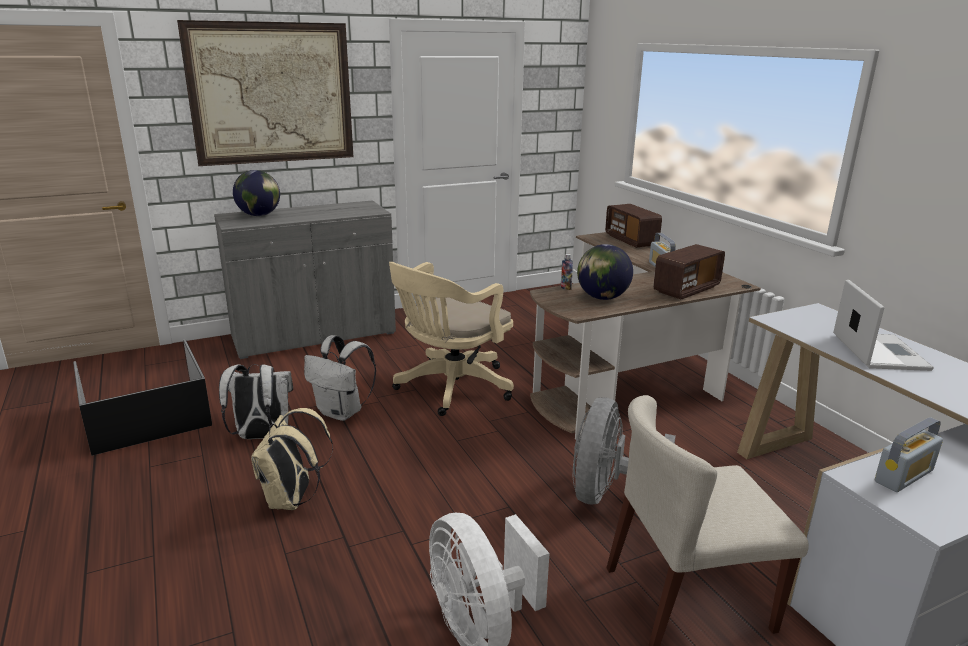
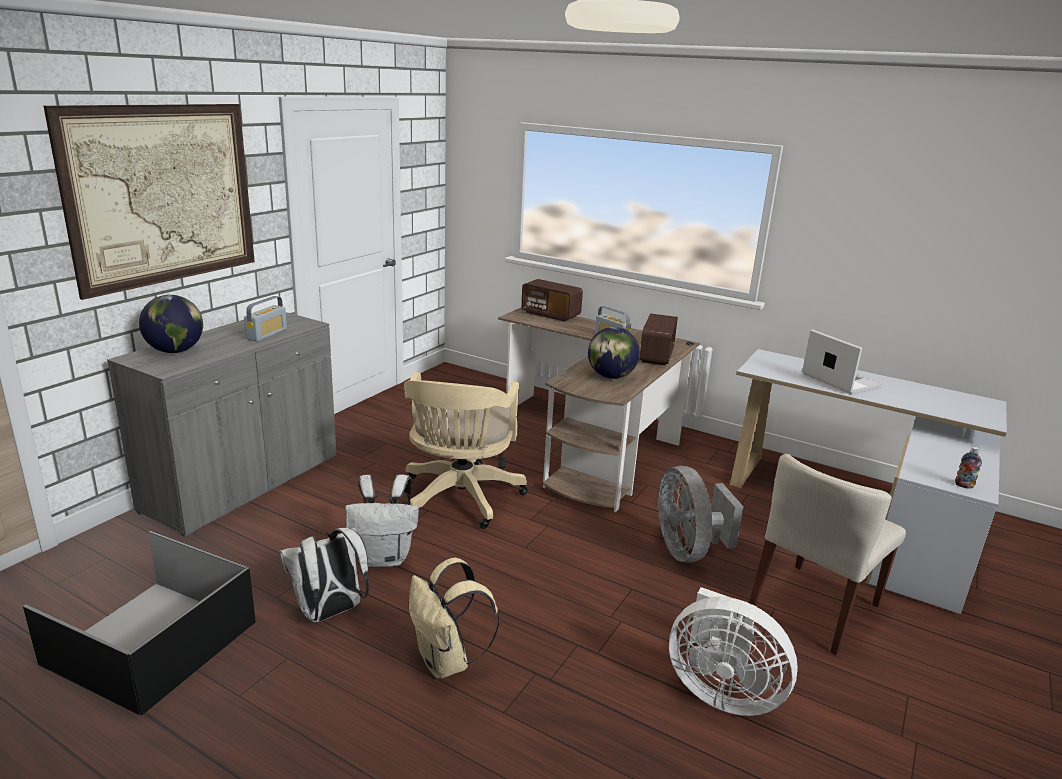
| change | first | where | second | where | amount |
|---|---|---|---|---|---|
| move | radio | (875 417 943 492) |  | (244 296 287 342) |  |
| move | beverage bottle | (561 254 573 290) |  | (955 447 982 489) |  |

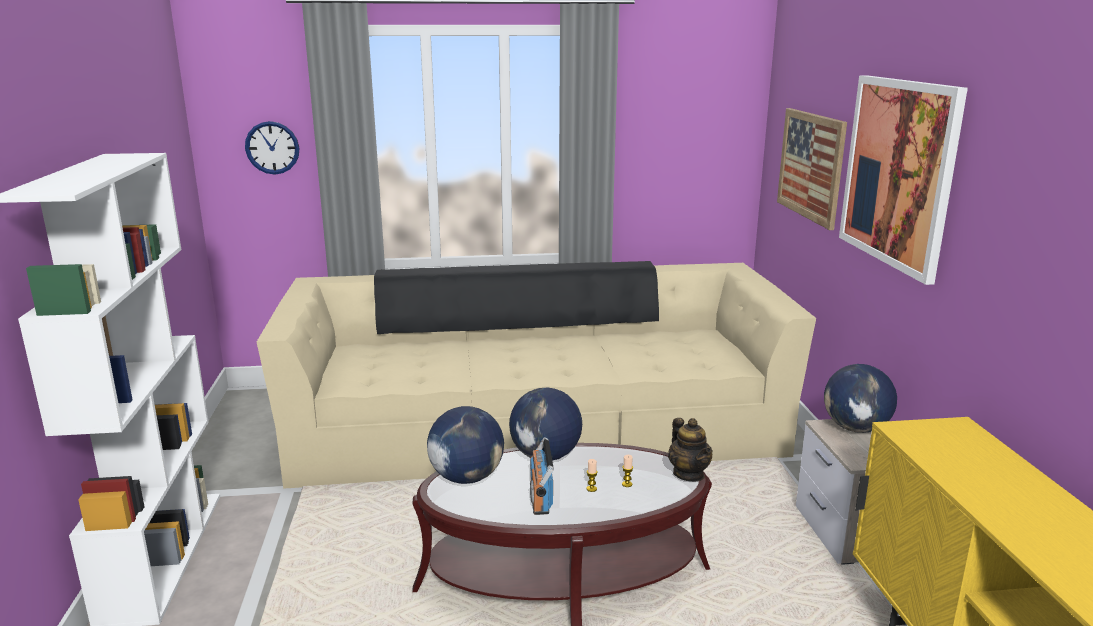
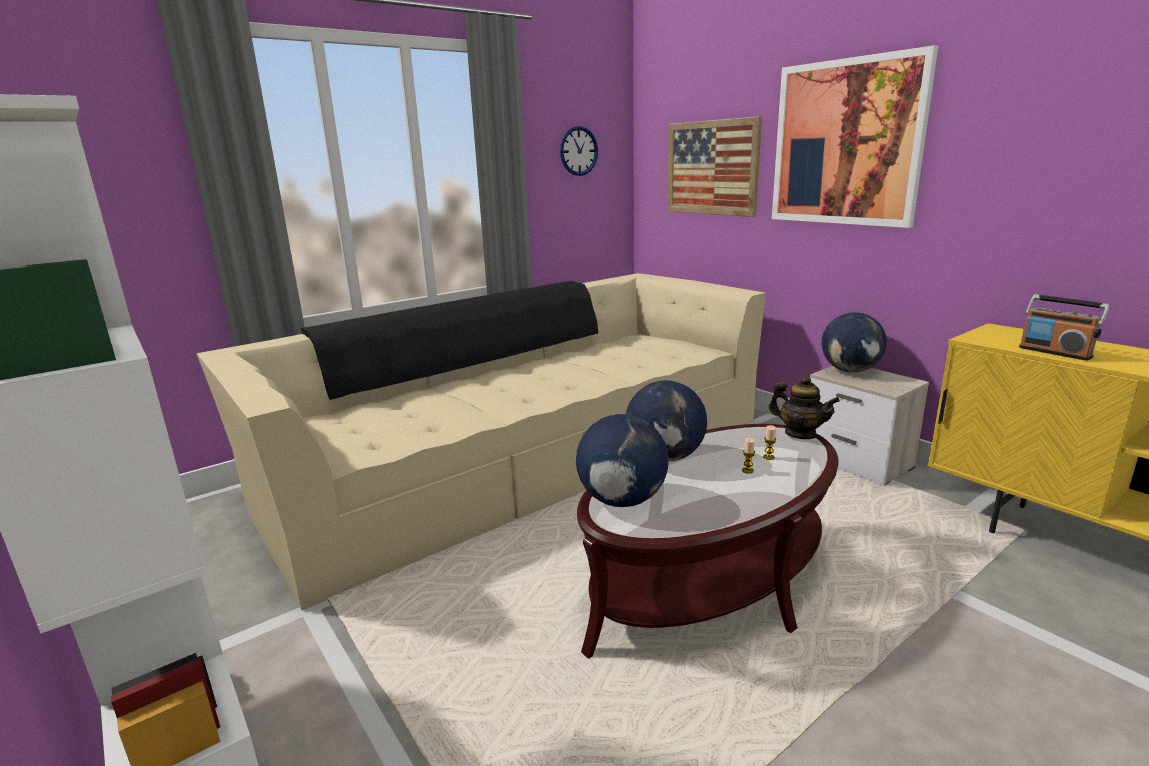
| change | first | where | second | where | amount |
|---|---|---|---|---|---|
| move | wall clock | (245 121 299 174) |  | (560 126 598 176) |  |
| move | radio | (530 437 554 515) |  | (1019 294 1110 361) |  |

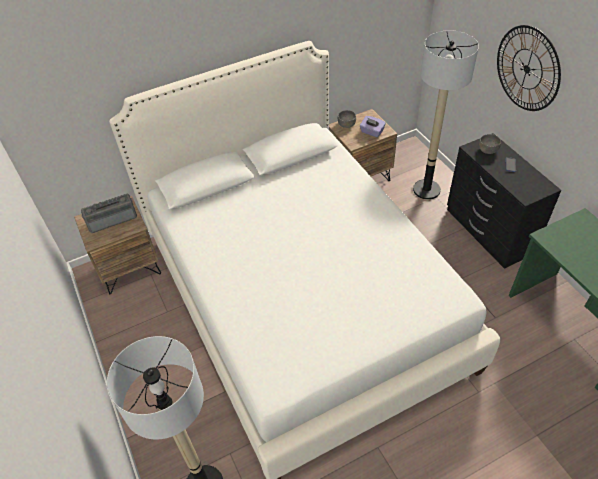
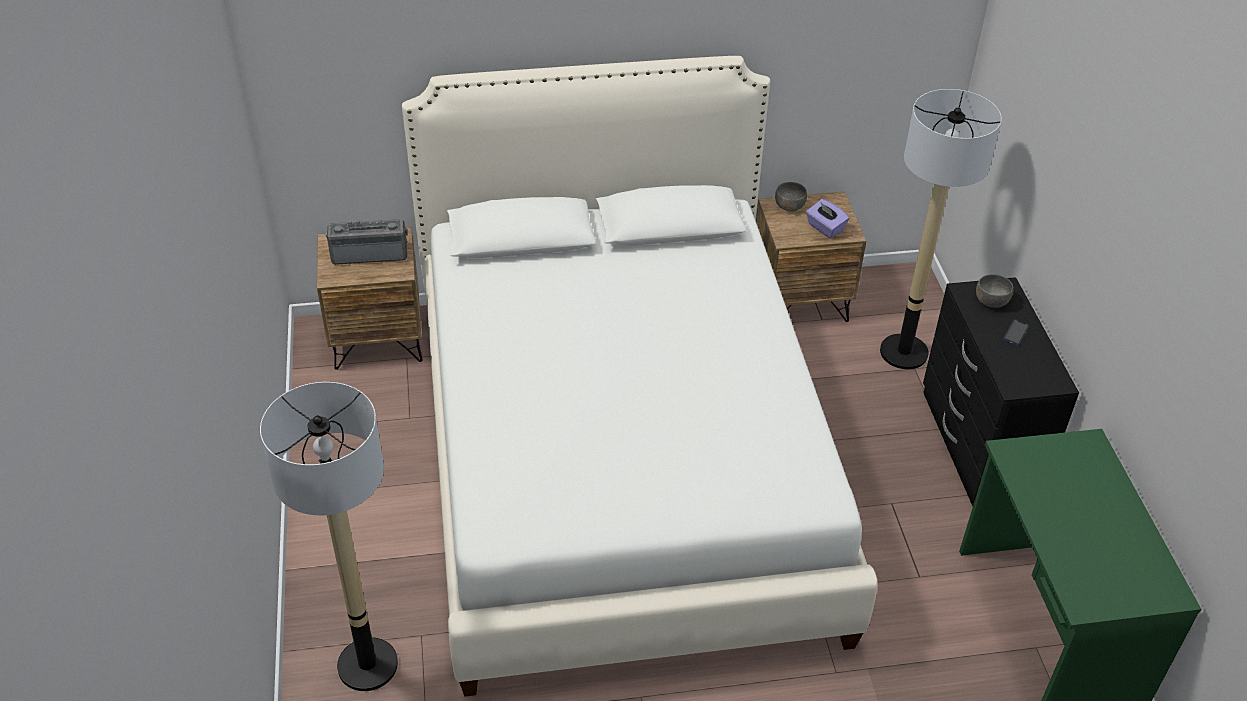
| change | first | where | second | where | amount |
|---|---|---|---|---|---|
| delete | wall clock | (497 25 561 111) |  |  |  |

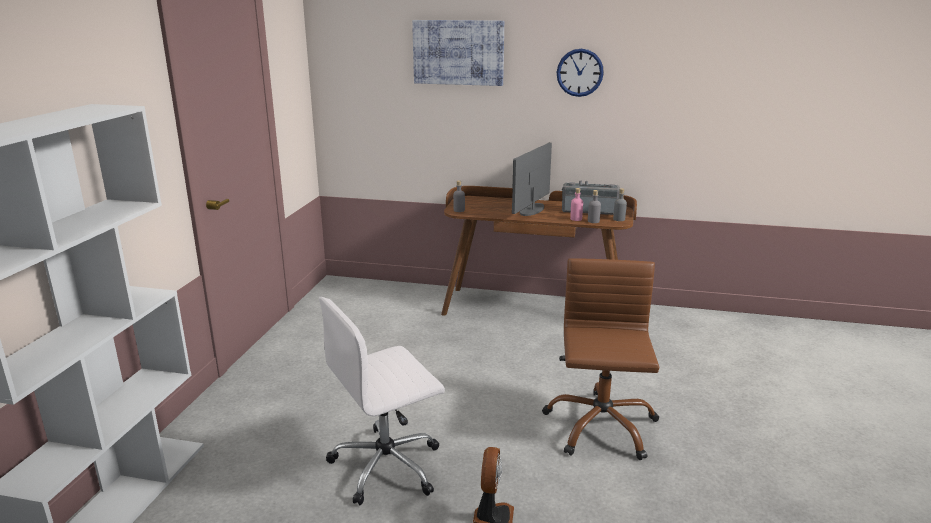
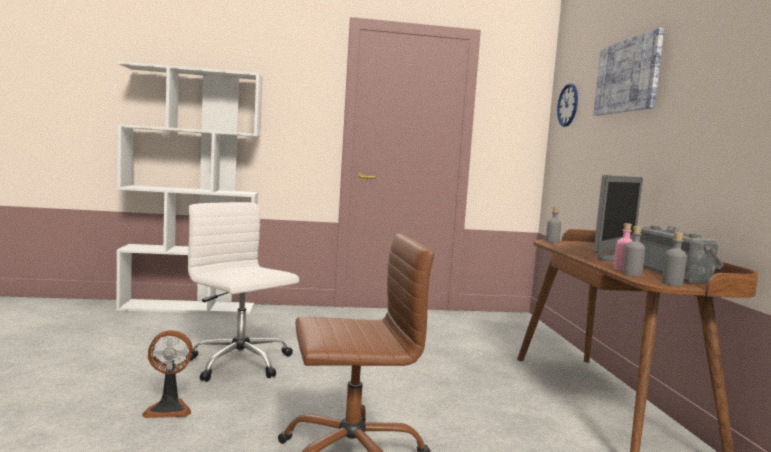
| change | first | where | second | where | amount |
|---|---|---|---|---|---|
| move | wall clock | (556 49 604 97) |  | (557 84 578 127) |  |
| rotate | monitor | (512 143 552 216) |  | (594 175 643 262) | 120 degrees clockwise |

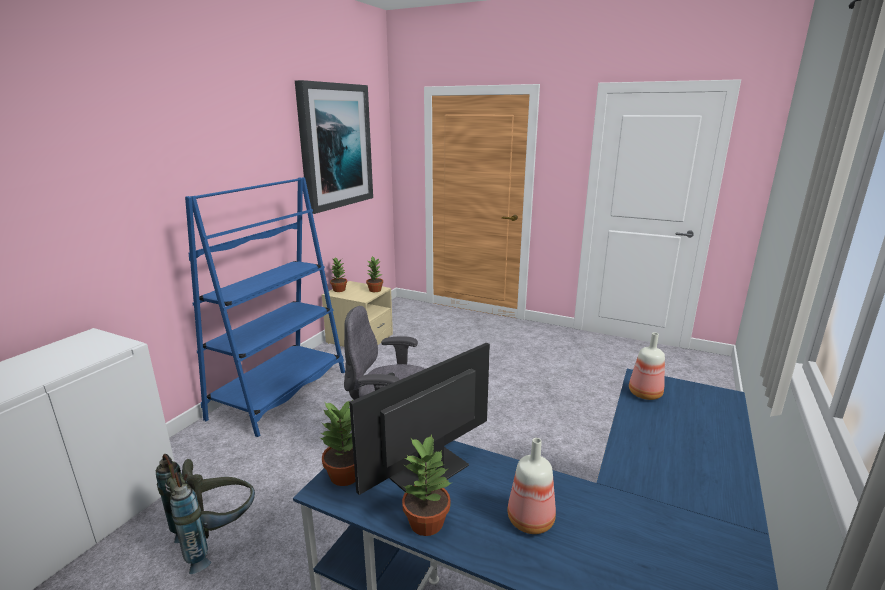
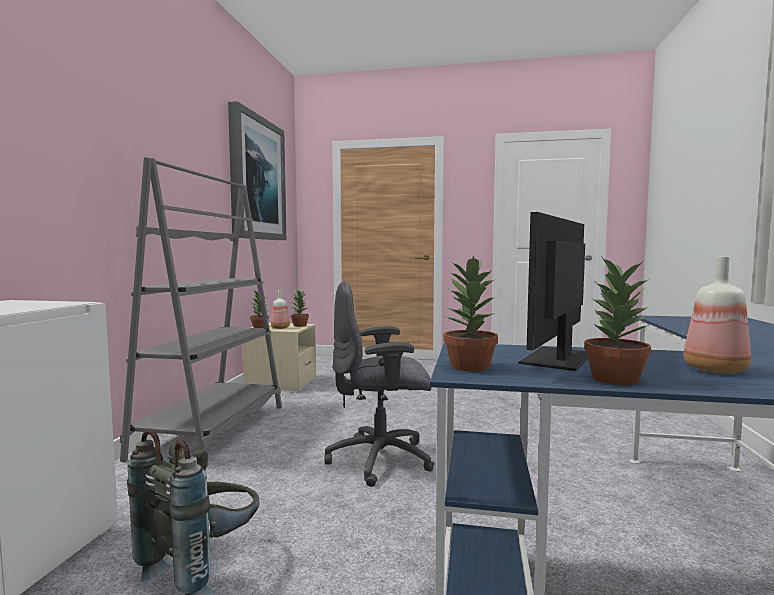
| change | first | where | second | where | amount |
|---|---|---|---|---|---|
| recolor | bookshelf (bluish) | (185 177 345 437) | bookshelf (gray) | (120 157 282 467) |  |
| move | beverage bottle | (629 332 665 400) |  | (271 290 290 329) |  |

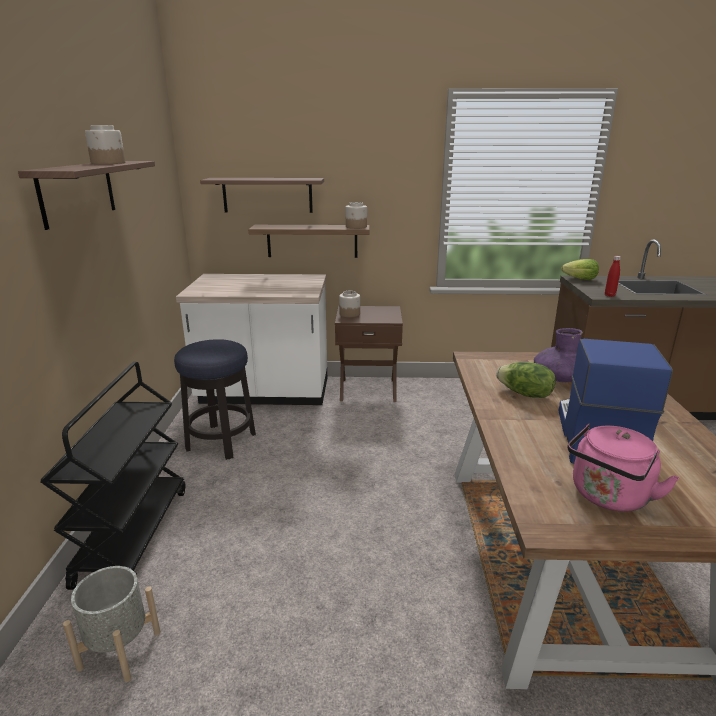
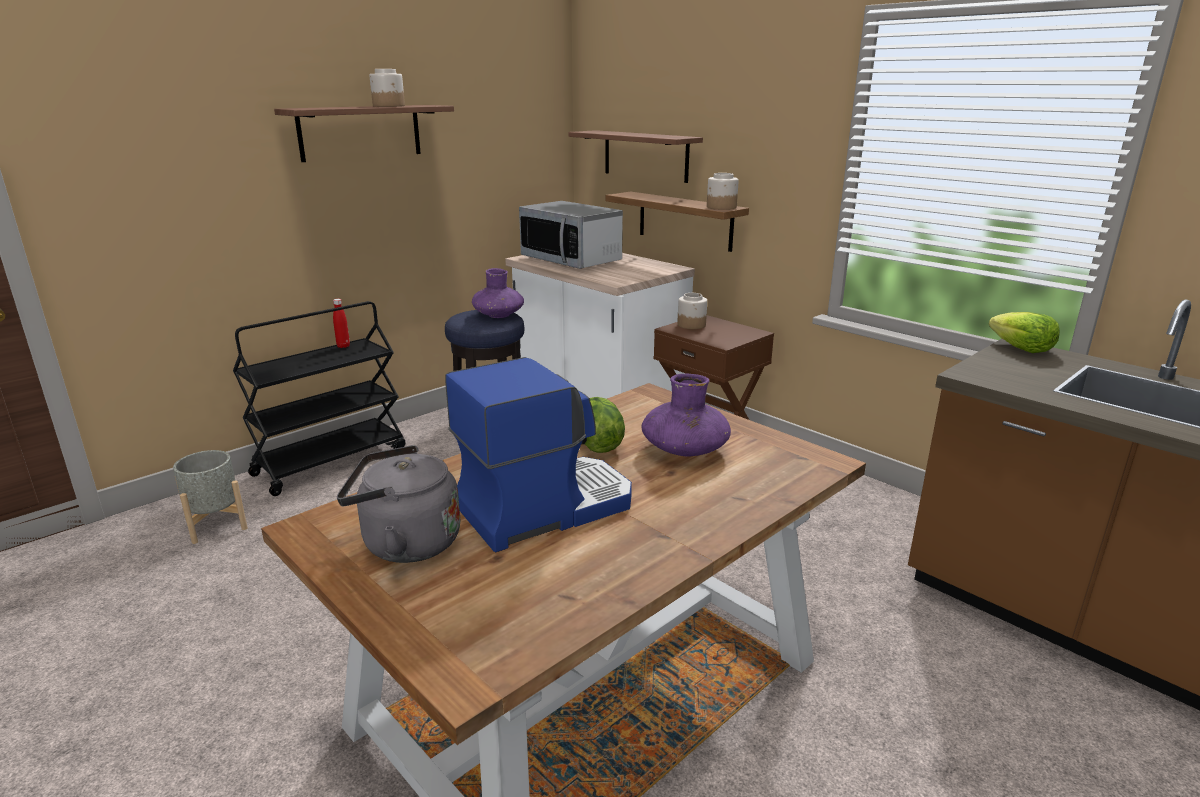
| change | first | where | second | where | amount |
|---|---|---|---|---|---|
| move | beverage bottle (red) | (605 256 621 297) |  | (333 299 350 348) |  |
| recolor | kettle (pinkish) | (568 424 679 512) | kettle (gray) | (337 445 460 563) |  |
| insert |  |  | vase (purple) | (472 268 524 318) |  |
| insert |  |  | microwave oven | (519 201 623 269) |  |

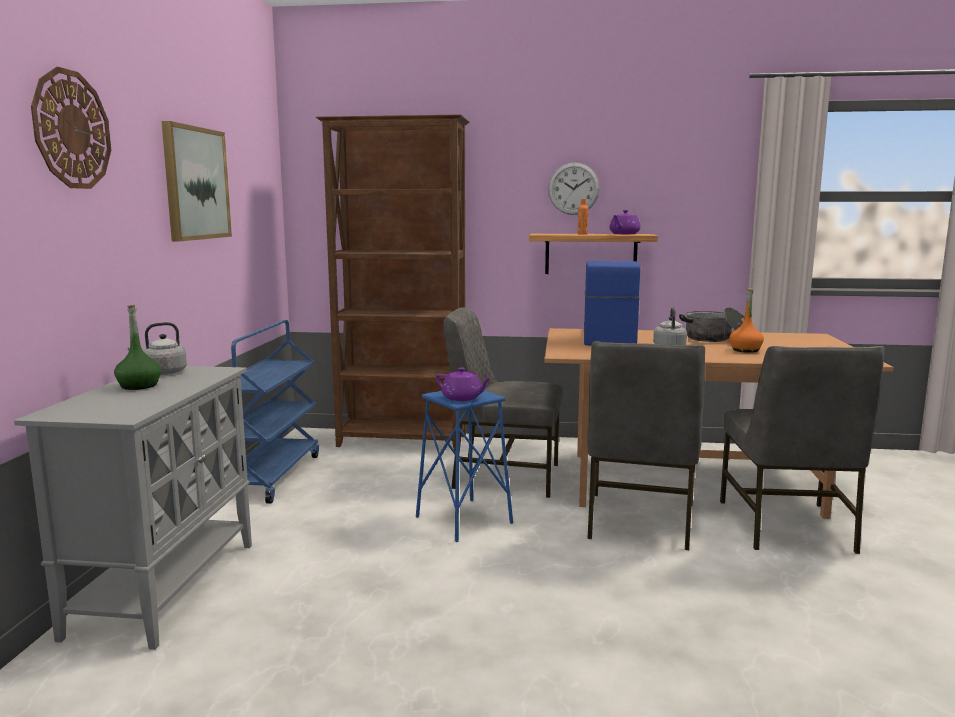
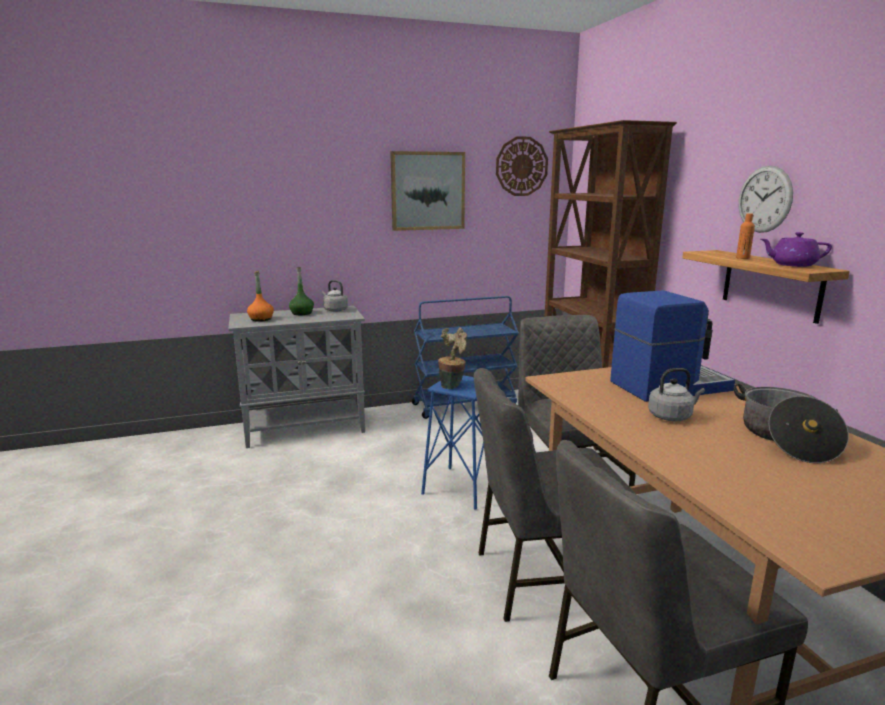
| change | first | where | second | where | amount |
|---|---|---|---|---|---|
| move | beverage bottle (orange-coloured) | (729 288 764 353) |  | (247 271 274 322) |  |
| replace | pot for tea (purple) | (436 367 491 401) | potted plant | (438 327 467 389) |  |
| move | wall clock | (31 67 111 189) |  | (496 136 548 196) |  |

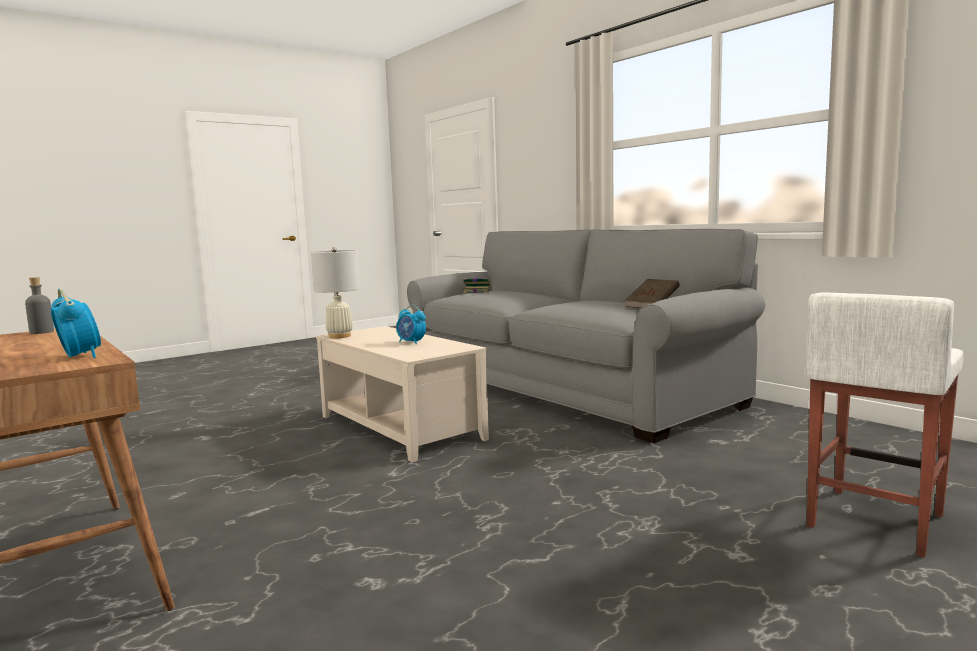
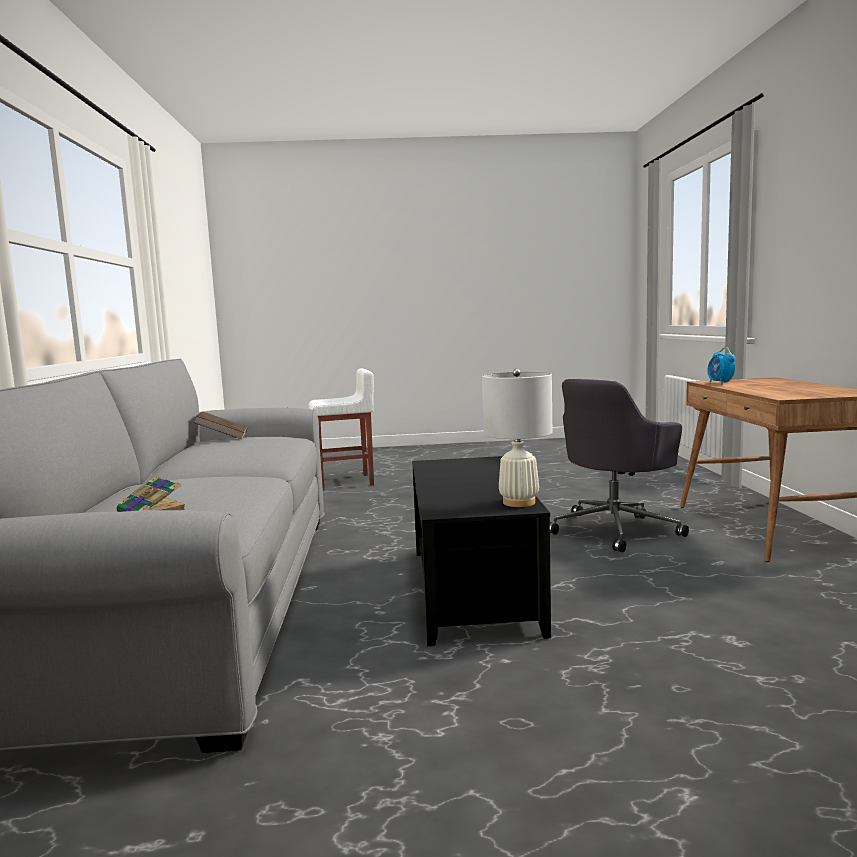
| change | first | where | second | where | amount |
|---|---|---|---|---|---|
| recolor | lounge table (beige-coloured) | (316 326 489 463) | lounge table (black-coloured) | (412 456 551 646) |  |
| insert |  |  | computer chair (gray) | (550 379 689 552) |  |
| delete | beverage bottle (gray) | (25 277 54 334) |  |  |  |
| delete | table clock | (396 305 426 344) |  |  |  |

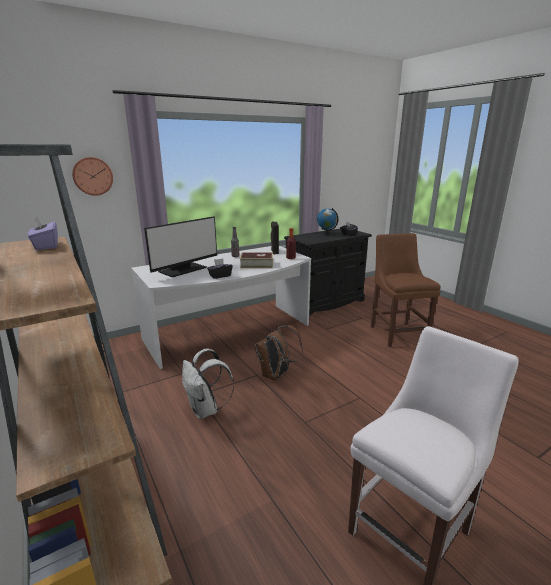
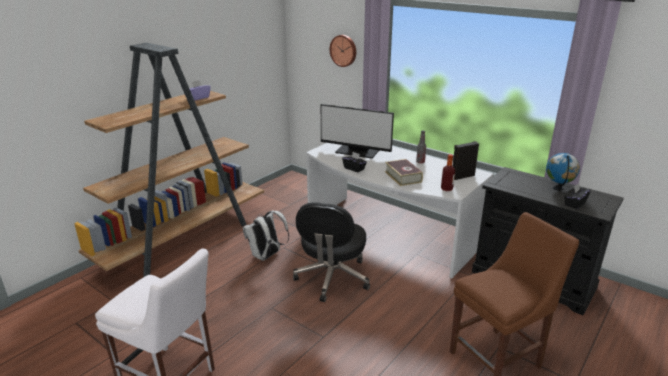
| change | first | where | second | where | amount |
|---|---|---|---|---|---|
| replace | rucksack (brown) | (255 325 303 380) | computer chair (black-coloured) | (293 202 370 302) |  |

